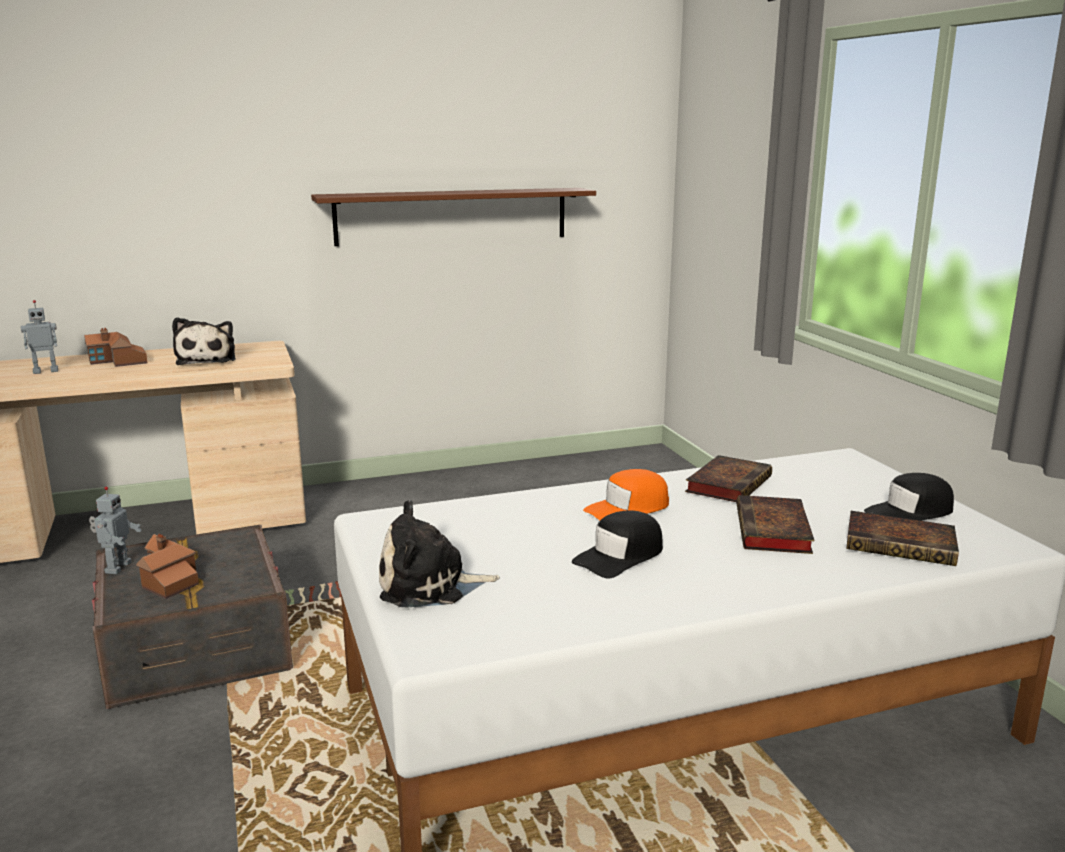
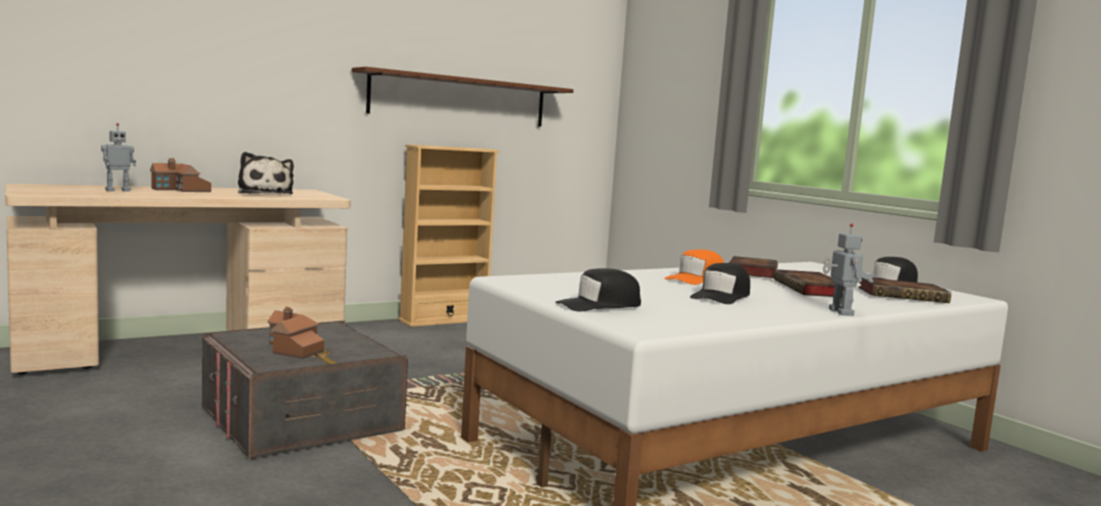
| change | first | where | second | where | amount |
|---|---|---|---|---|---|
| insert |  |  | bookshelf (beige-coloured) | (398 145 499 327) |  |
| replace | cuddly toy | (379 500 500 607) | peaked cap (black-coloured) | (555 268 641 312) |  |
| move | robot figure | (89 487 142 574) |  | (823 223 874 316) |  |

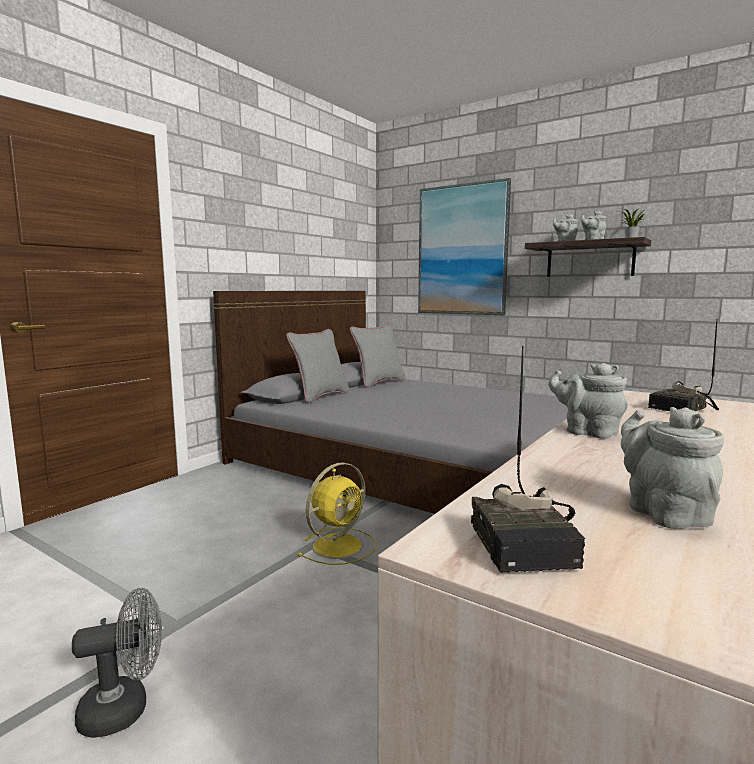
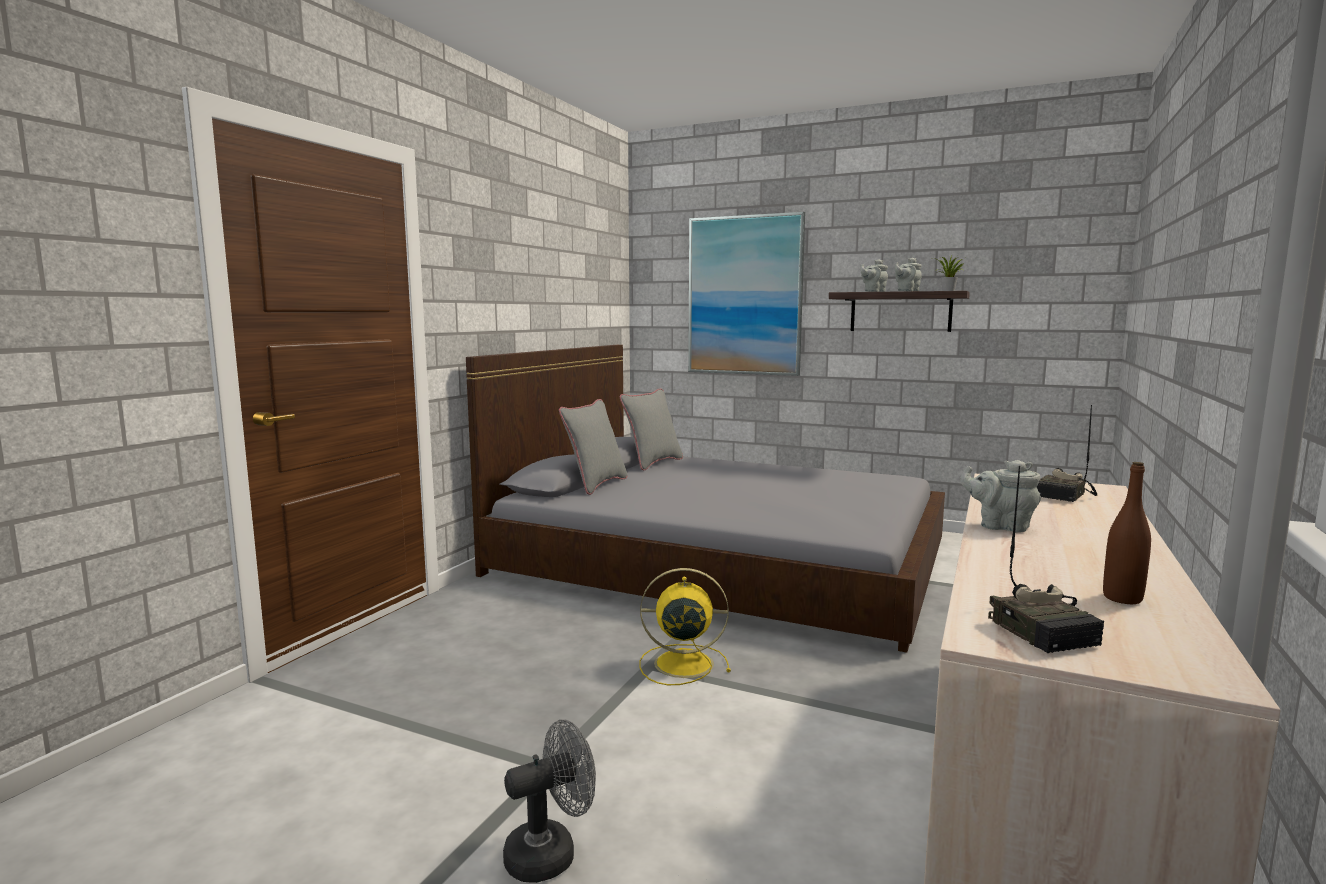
| change | first | where | second | where | amount |
|---|---|---|---|---|---|
| rotate | fan (yellowish) | (298 462 376 565) |  | (640 568 731 685) | 120 degrees counterclockwise |
| replace | pot for tea (gray) | (621 407 724 529) | beverage bottle (brown) | (1103 462 1151 604) |  |

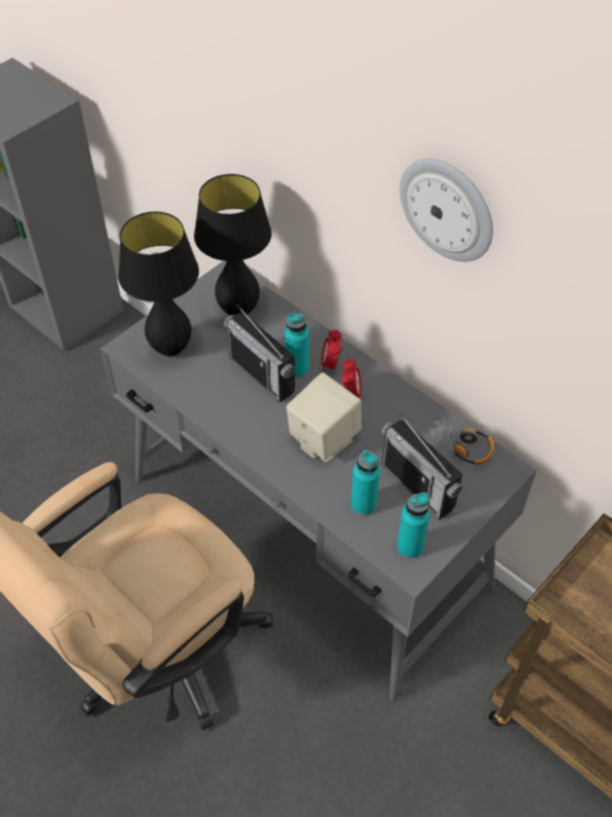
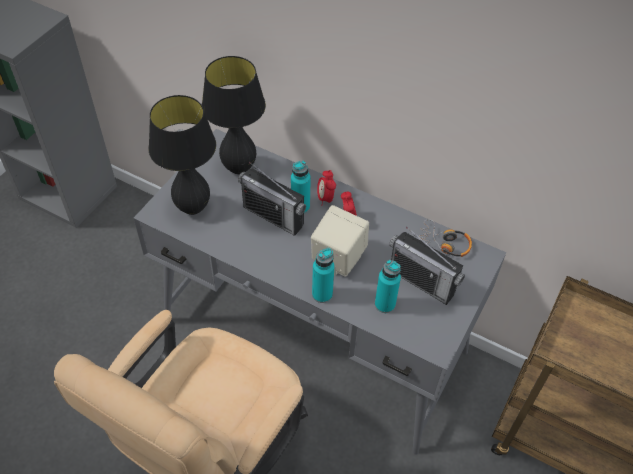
| change | first | where | second | where | amount |
|---|---|---|---|---|---|
| move | beverage bottle (turquoise-coloured) | (397 492 430 559) |  | (312 248 335 303) |  |
| delete | wall clock | (400 159 493 262) |  |  |  |

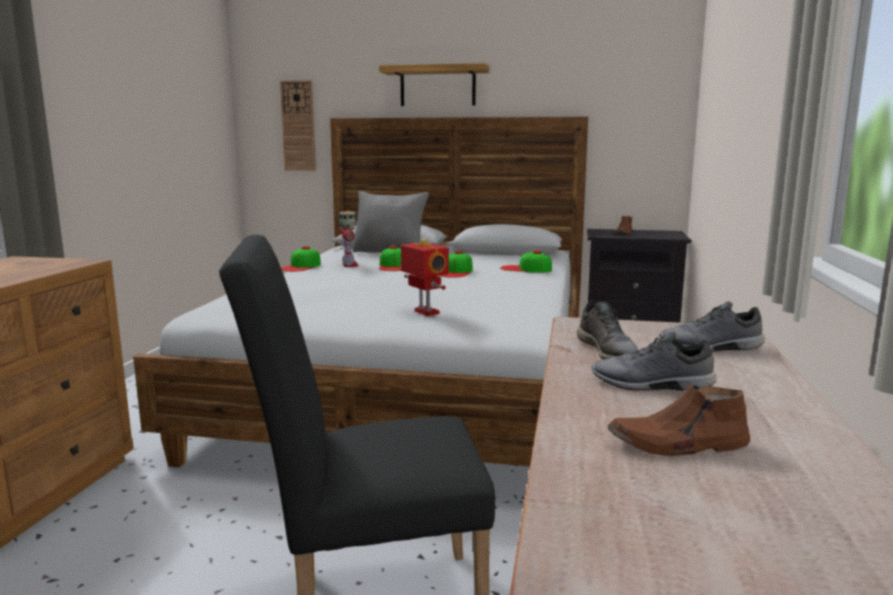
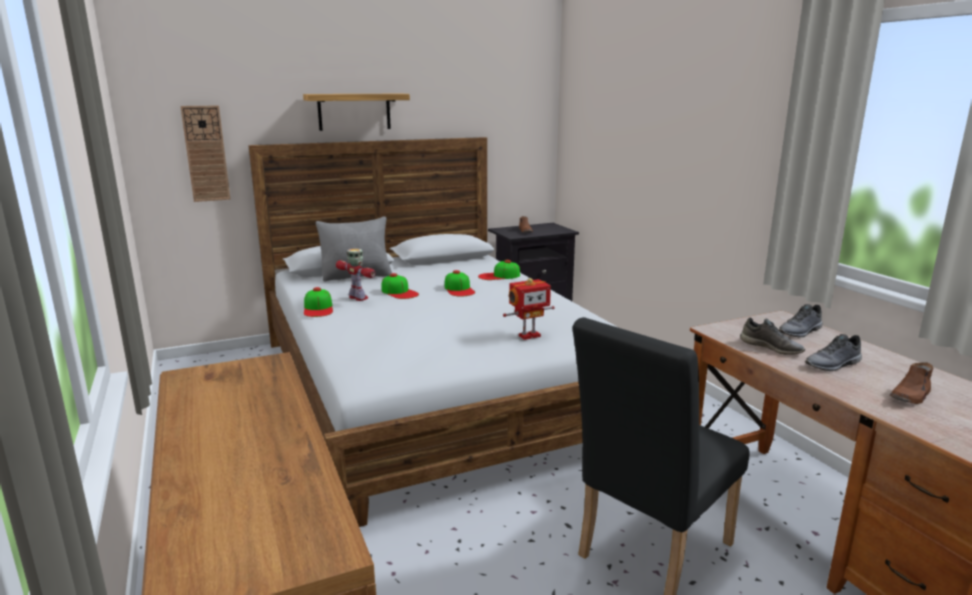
| change | first | where | second | where | amount |
|---|---|---|---|---|---|
| rotate | robot figure | (401 238 449 316) |  | (503 278 555 340) | 135 degrees clockwise |

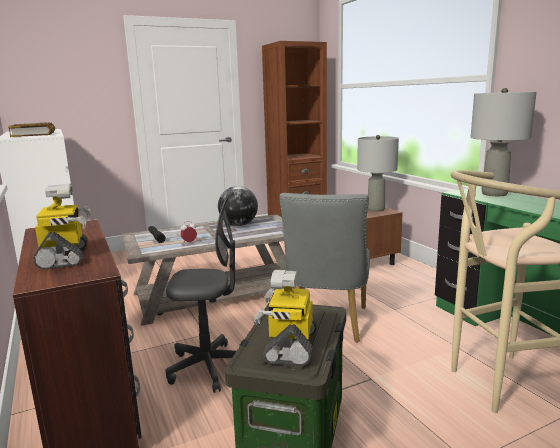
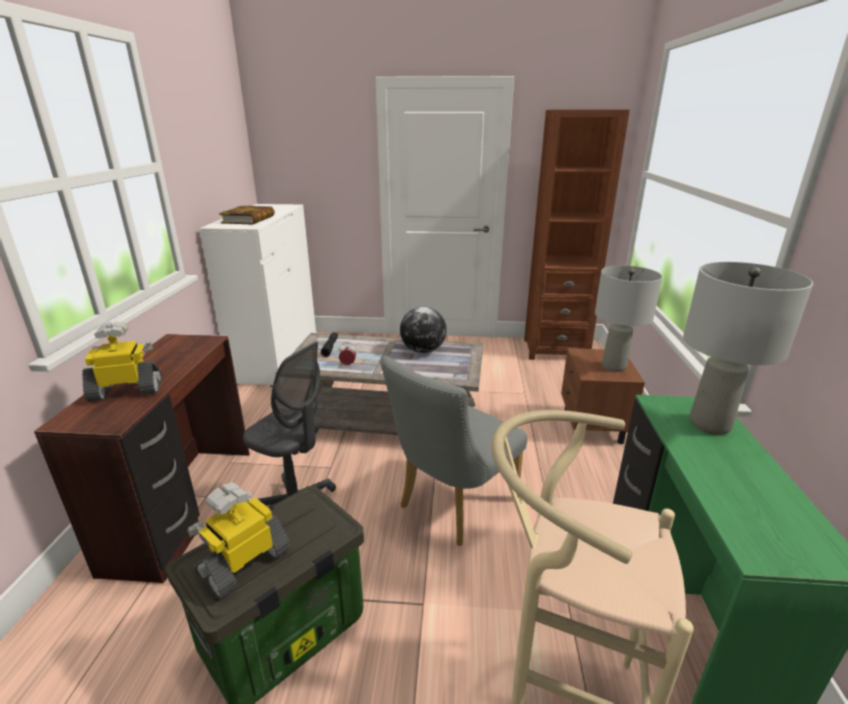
| change | first | where | second | where | amount |
|---|---|---|---|---|---|
| rotate | robot figure | (33 184 91 270) |  | (82 322 162 402) | 120 degrees counterclockwise |

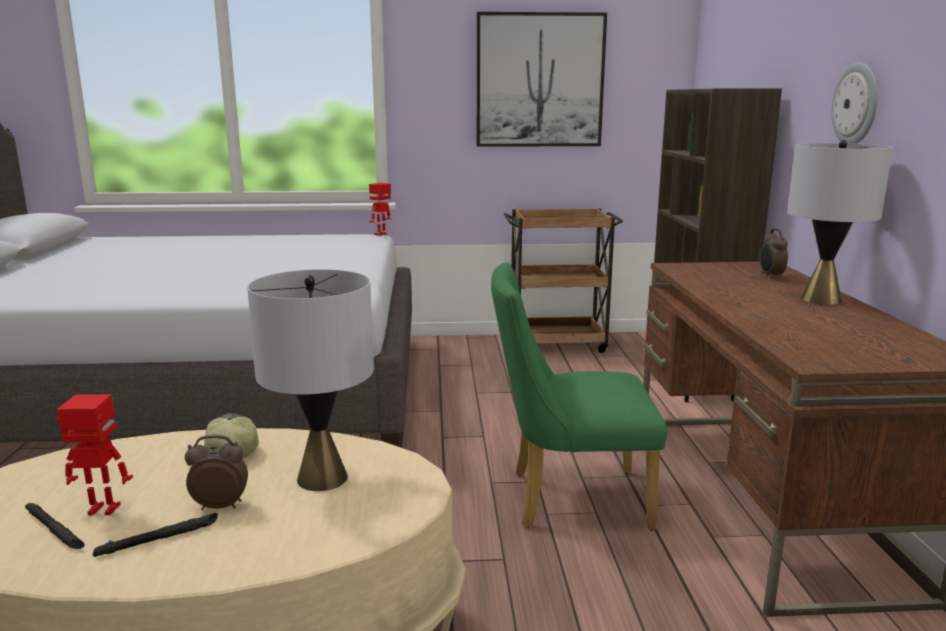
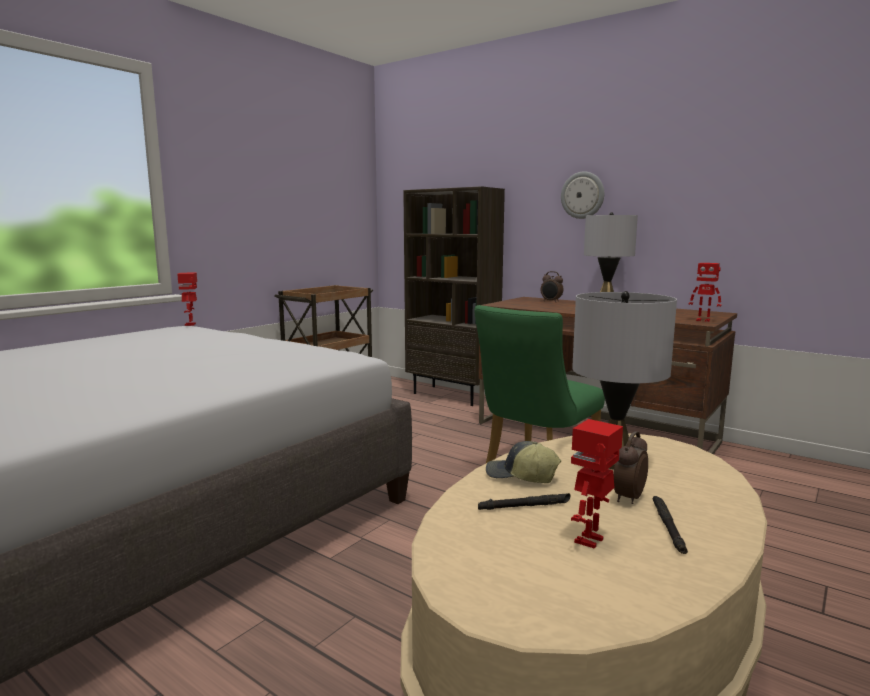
| change | first | where | second | where | amount |
|---|---|---|---|---|---|
| move | flashlight (black-coloured) | (25 503 84 549) |  | (478 493 570 510) |  |
| insert |  |  | robot figure | (688 263 722 322) |  |
| delete | picture | (477 12 607 147) |  |  |  |

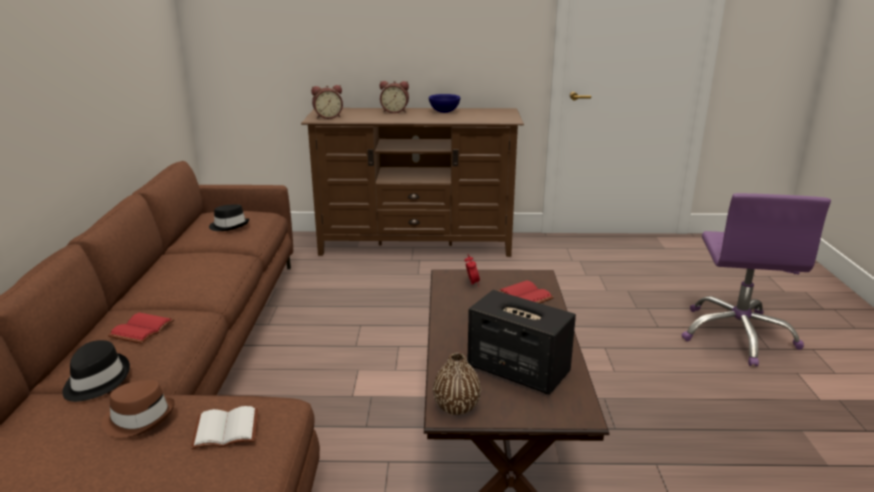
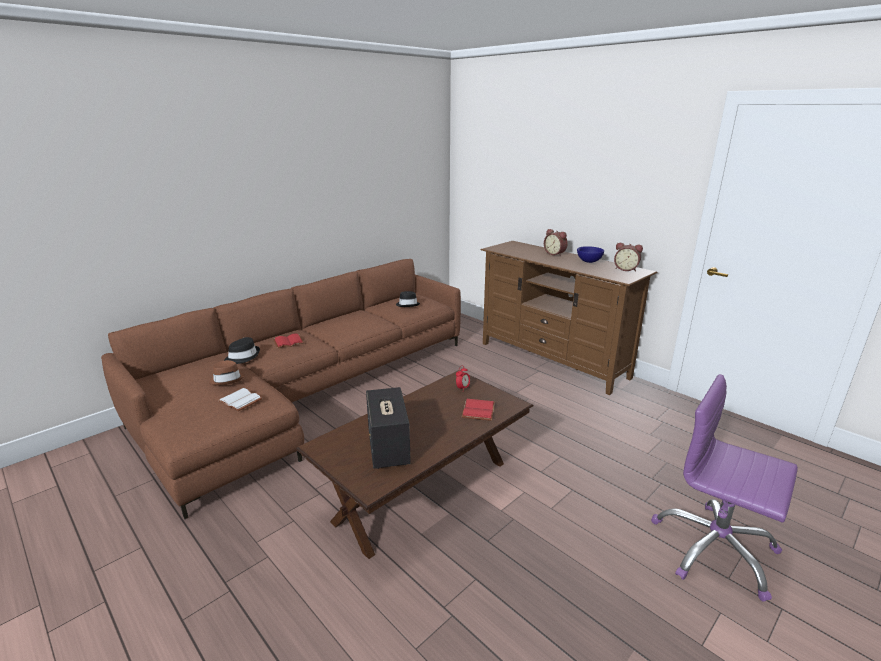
| change | first | where | second | where | amount |
|---|---|---|---|---|---|
| move | table clock | (311 85 343 119) |  | (614 243 643 272) |  |
| rotate | computer chair (purple) | (682 193 831 366) |  | (651 374 798 602) | 75 degrees clockwise |
| delete | vase (brown) | (433 352 481 415) |  |  |  |

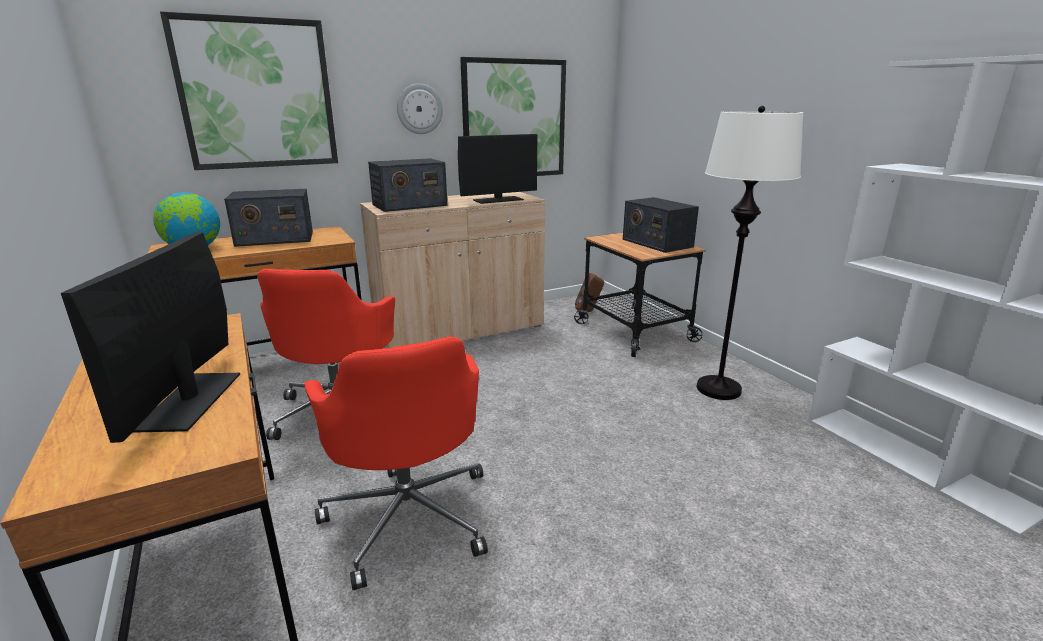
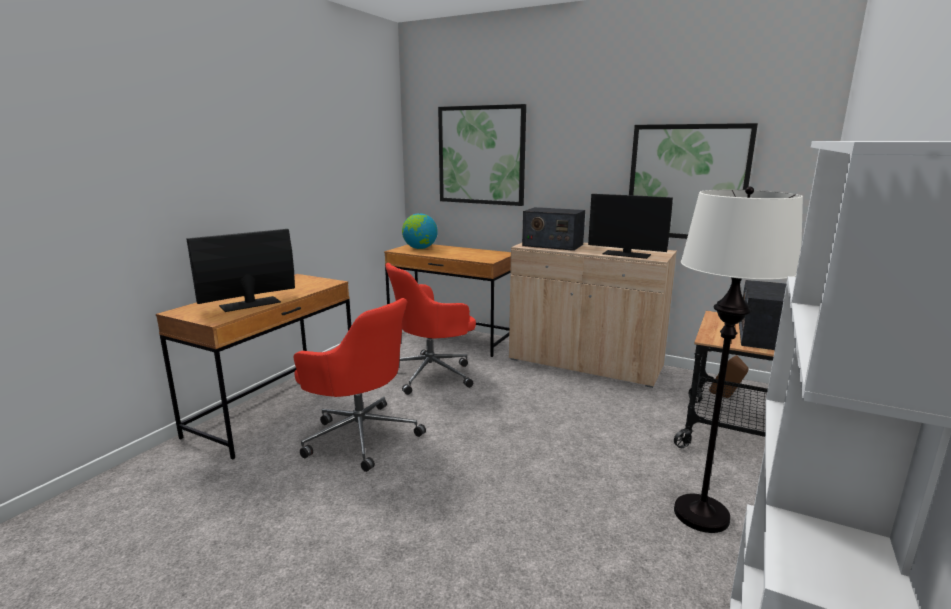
| change | first | where | second | where | amount |
|---|---|---|---|---|---|
| rotate | computer chair (red) | (304 337 488 590) |  | (294 298 426 472) | 90 degrees counterclockwise |
| delete | radio | (224 189 313 247) |  |  |  |
| delete | wall clock | (397 83 443 134) |  |  |  |

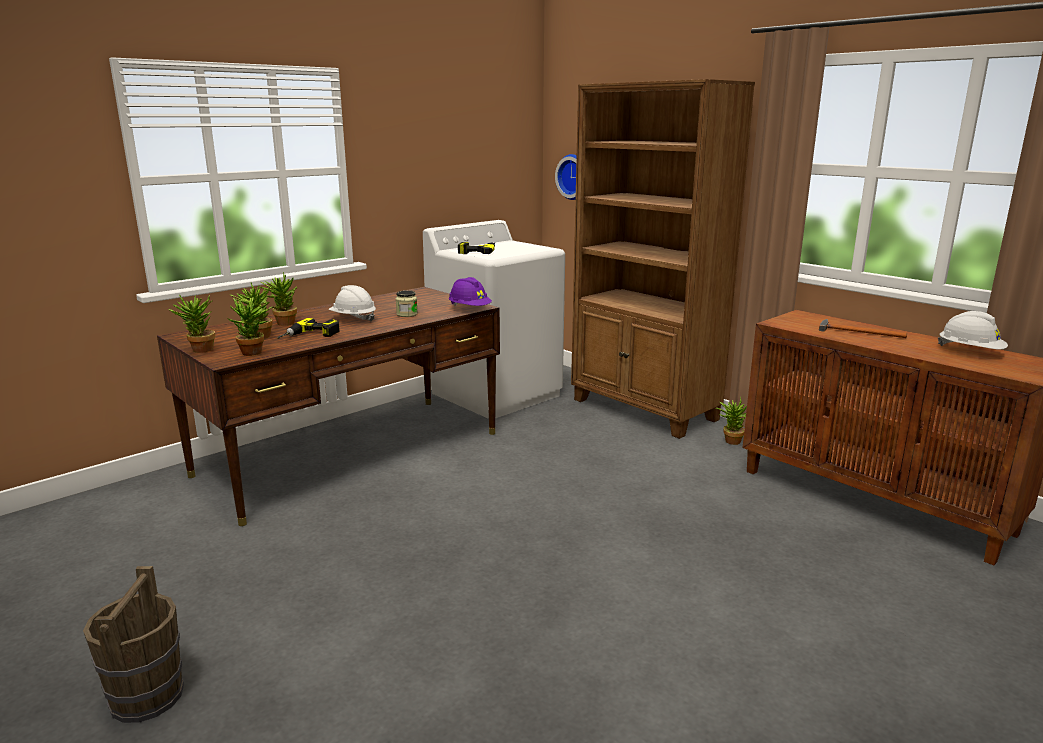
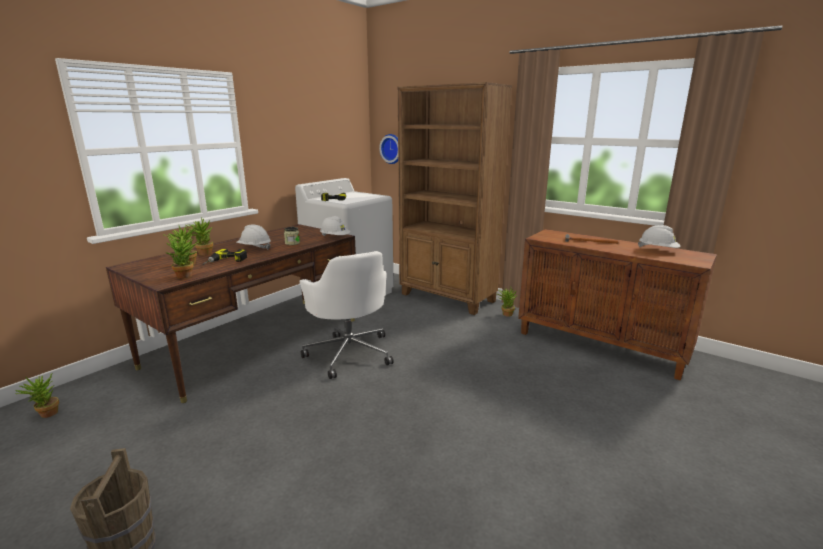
| change | first | where | second | where | amount |
|---|---|---|---|---|---|
| move | potted plant | (168 294 215 353) |  | (16 374 59 418) |  |
| insert |  |  | computer chair (whitish) | (299 251 394 379) |  |
| recolor | safety helmet (purple) | (449 277 492 306) | safety helmet (whitish) | (320 216 350 236) |  |

